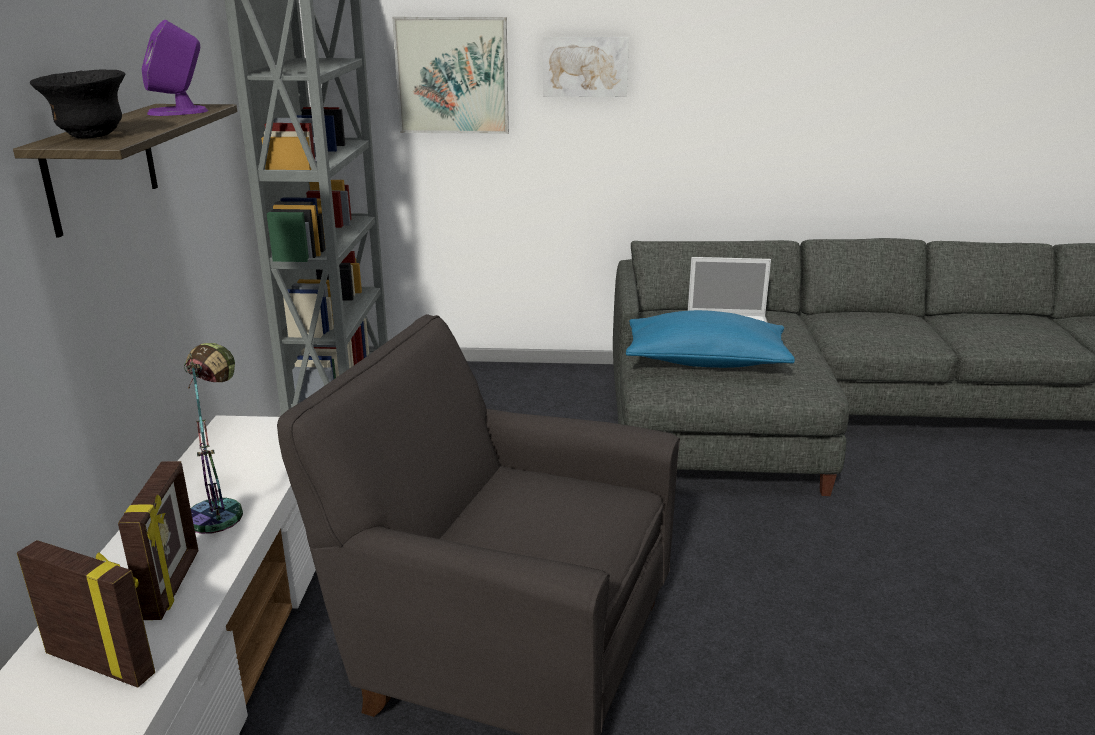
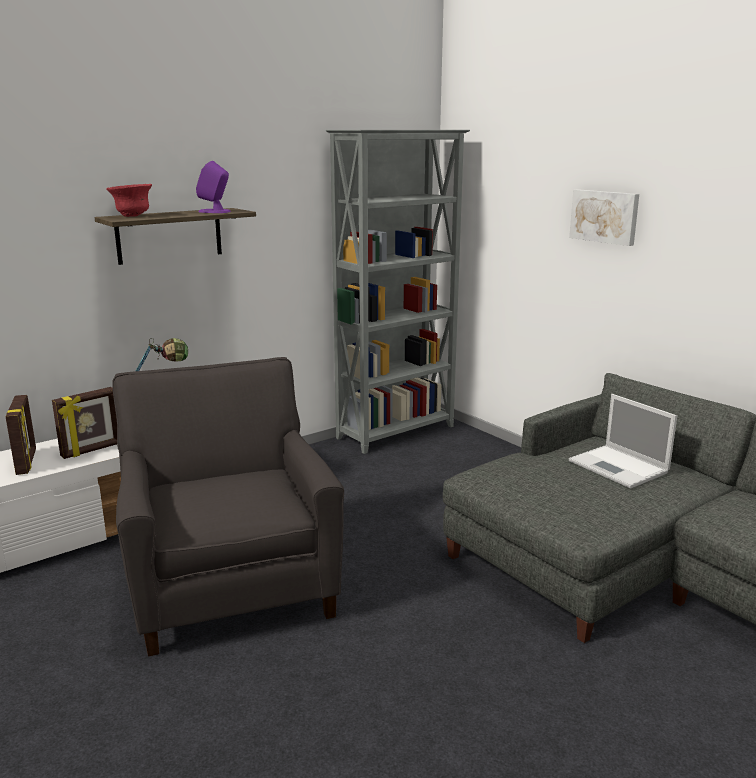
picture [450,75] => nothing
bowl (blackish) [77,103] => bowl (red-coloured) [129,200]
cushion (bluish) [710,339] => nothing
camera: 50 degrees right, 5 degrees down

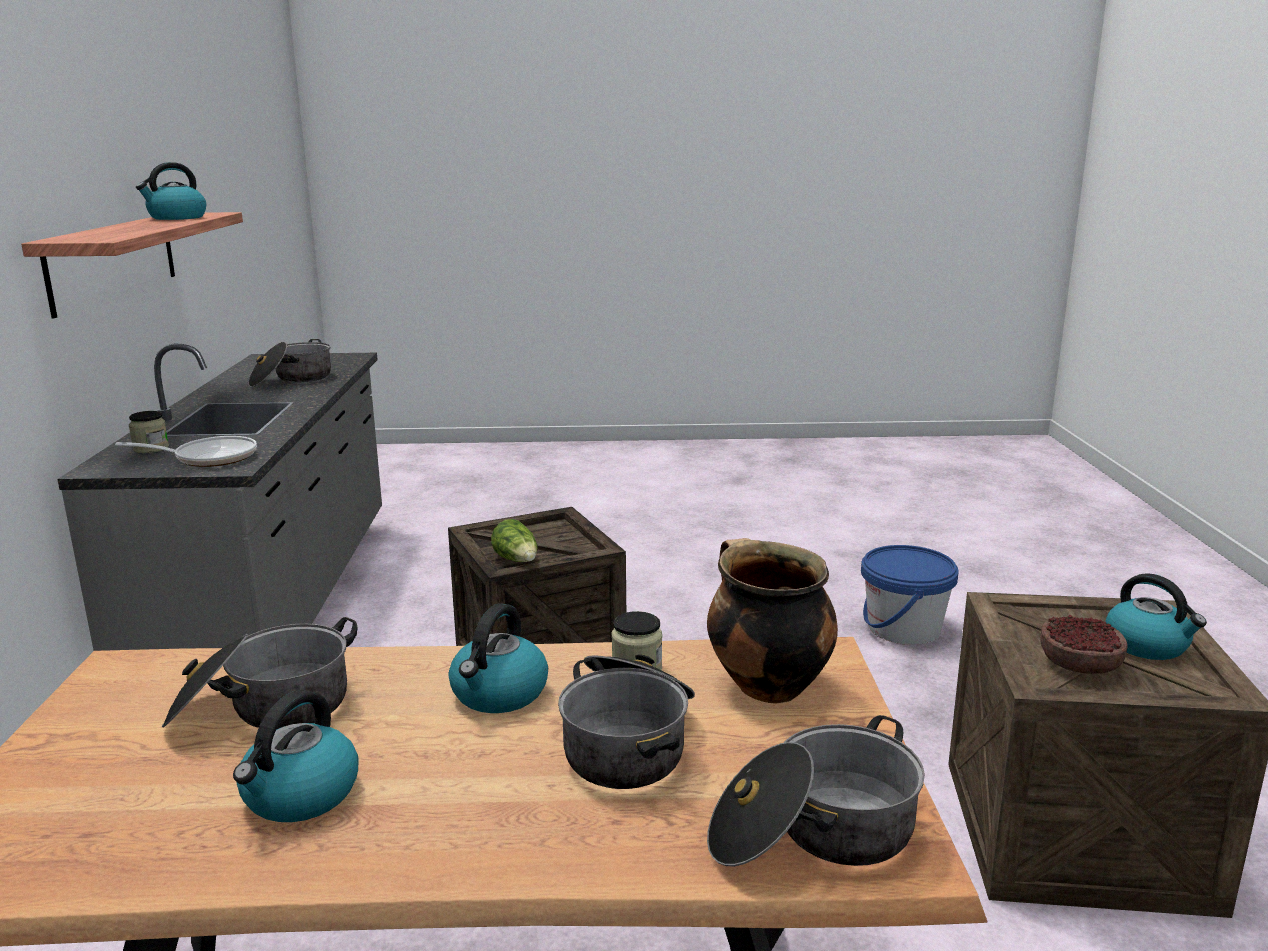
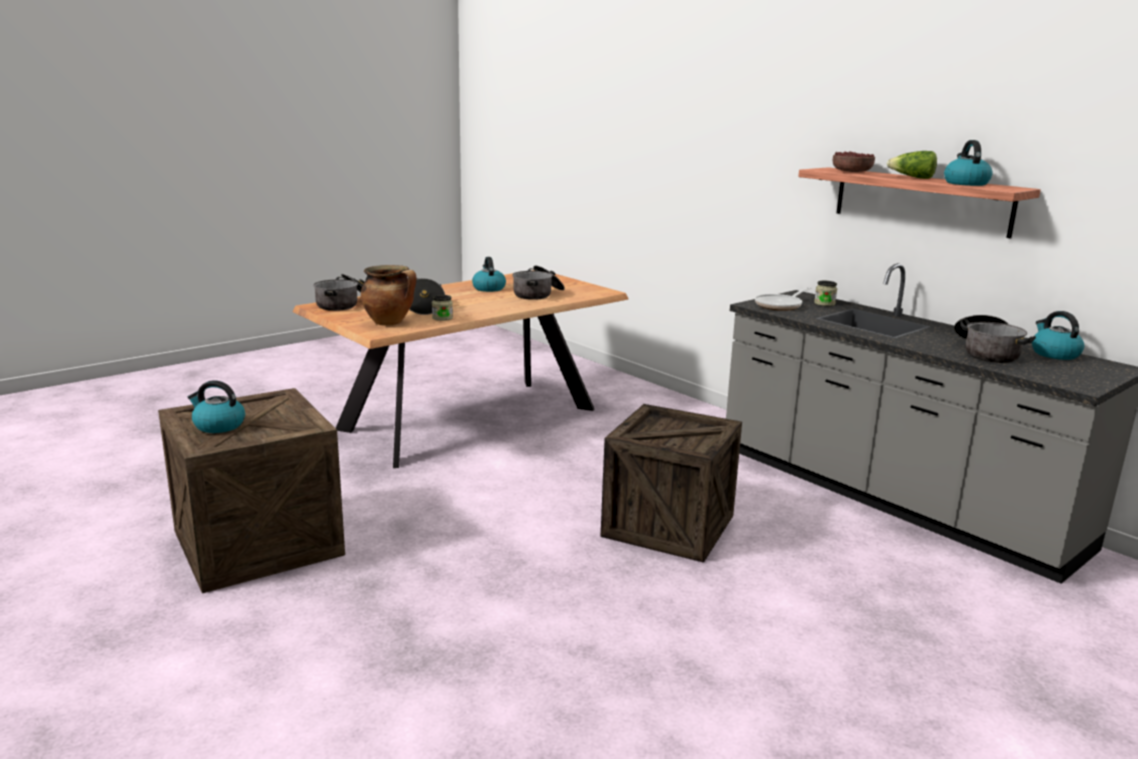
head of lettuce [514,540] => head of lettuce [912,165], move
bucket (bluish) [910,595] => nothing
kettle [498,658] => kettle [1058,335], move
bowl [1083,644] => bowl [854,161], move
camera: 140 degrees right, 0 degrees up

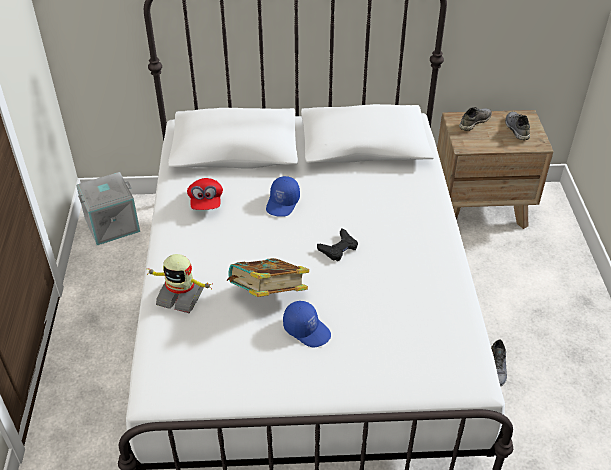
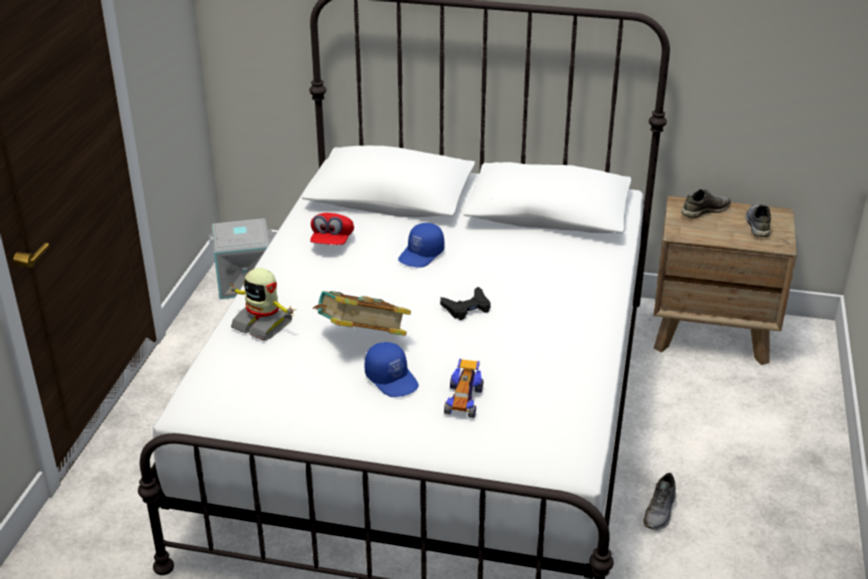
nothing => toy car [463,388]
camera: 15 degrees right, 10 degrees down

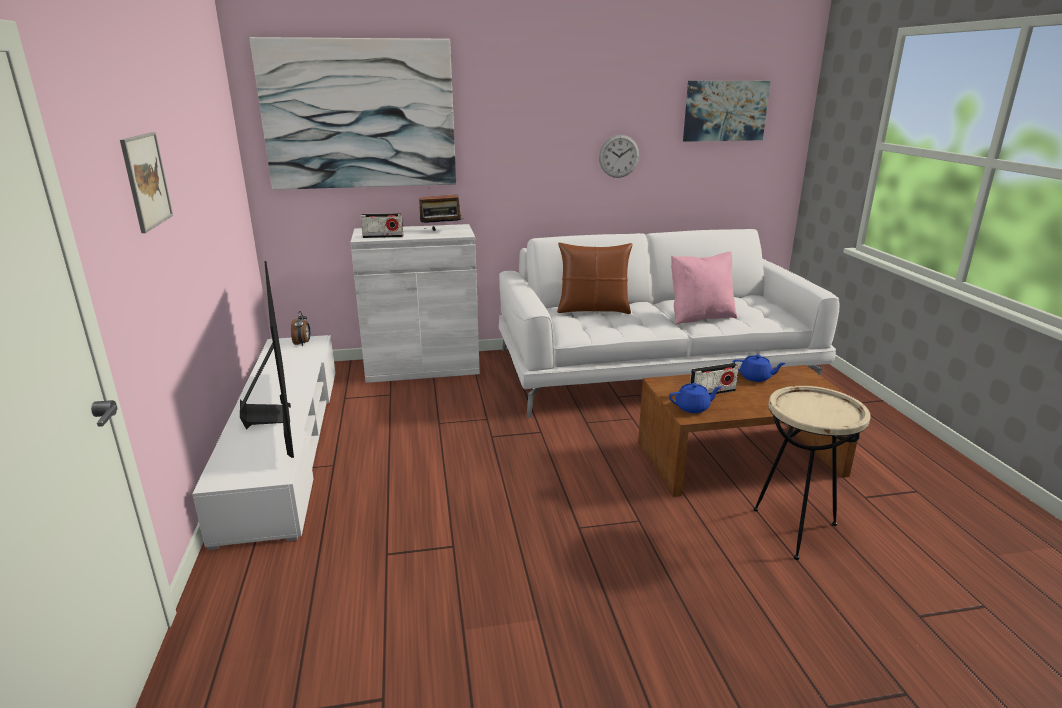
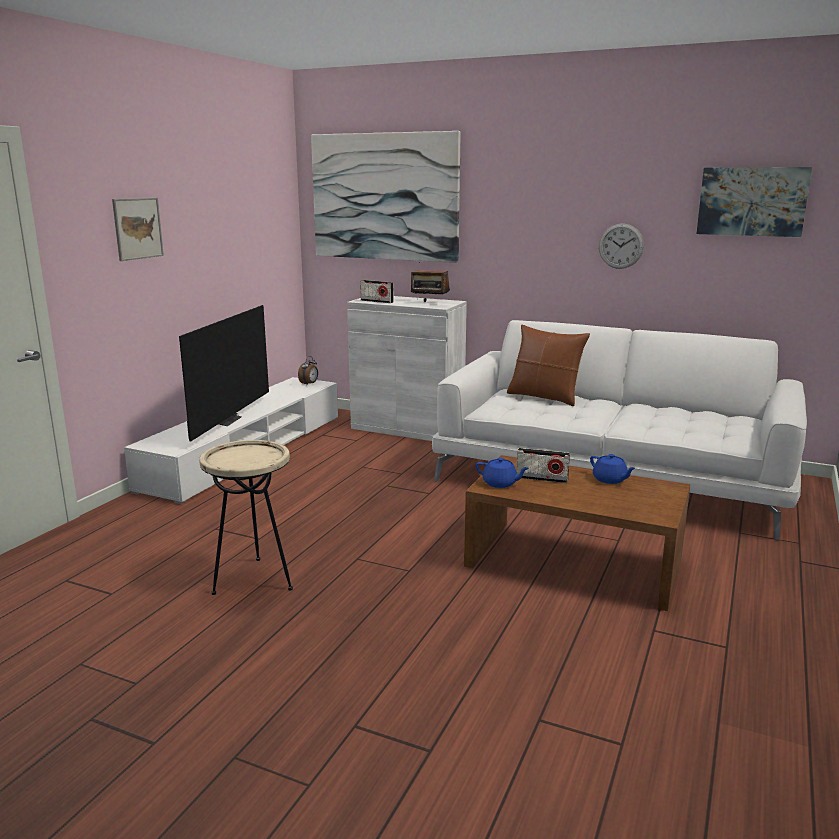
cushion (pink) [704,288] => nothing
accent table (beige-coloured) [812,473] => accent table (beige-coloured) [246,517], move
camera: 35 degrees right, 5 degrees down

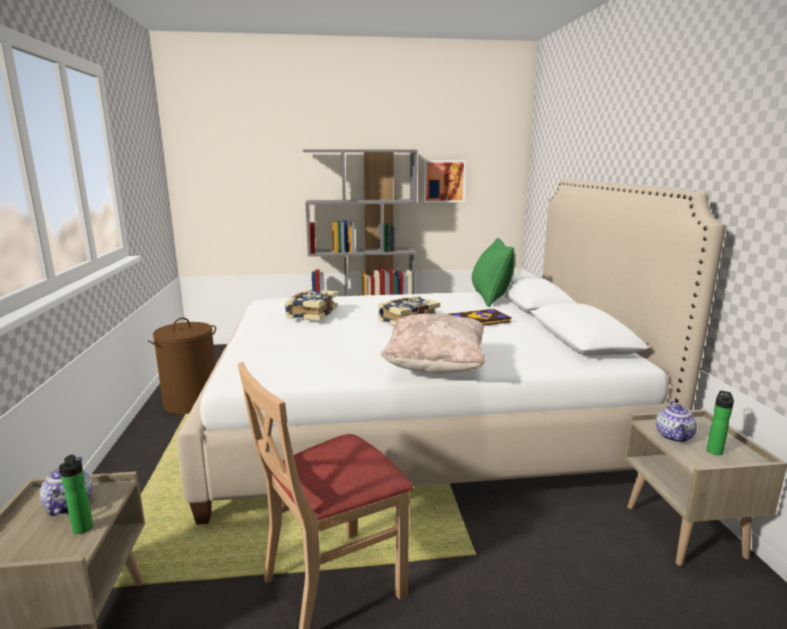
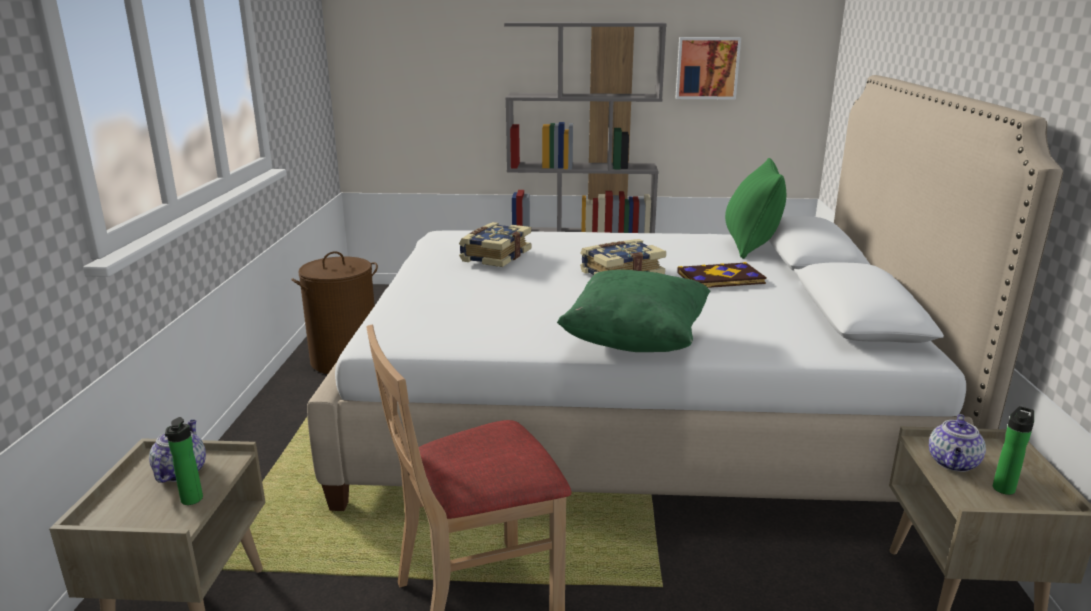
cushion (beige-coloured) [432,344] => cushion (greenish) [634,311]
camera: 10 degrees right, 5 degrees up

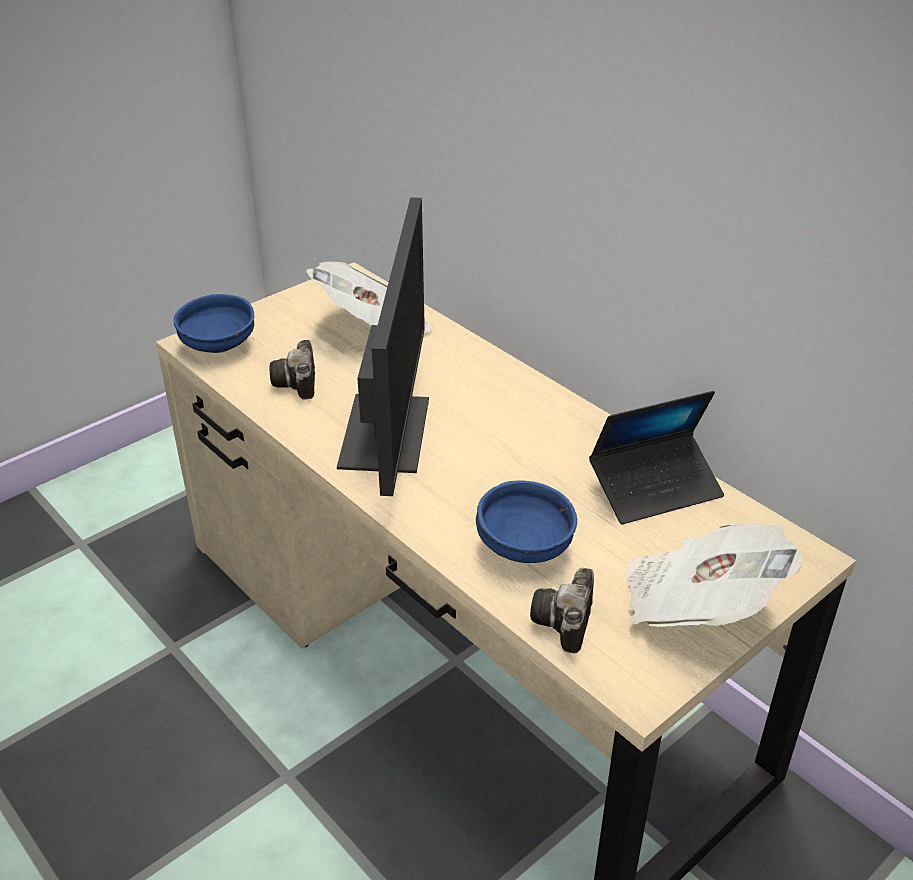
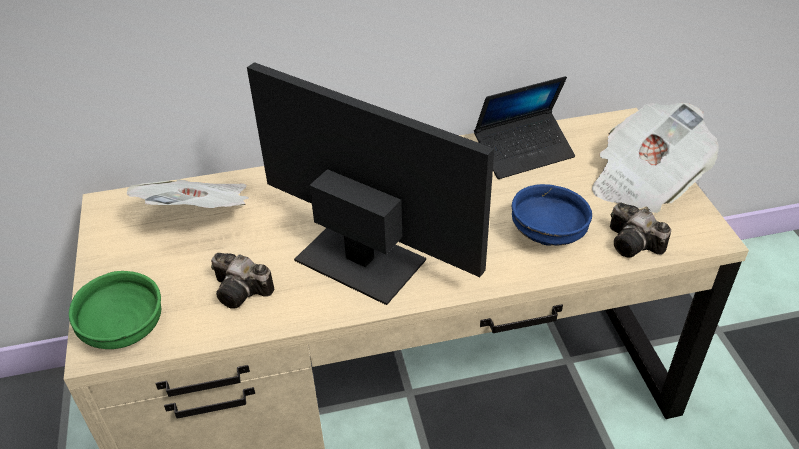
bowl (bluish) [214,323] => bowl (greenish) [115,310]
notebook computer [656,457] => notebook computer [524,127], 60 degrees clockwise
camera: 60 degrees left, 5 degrees up

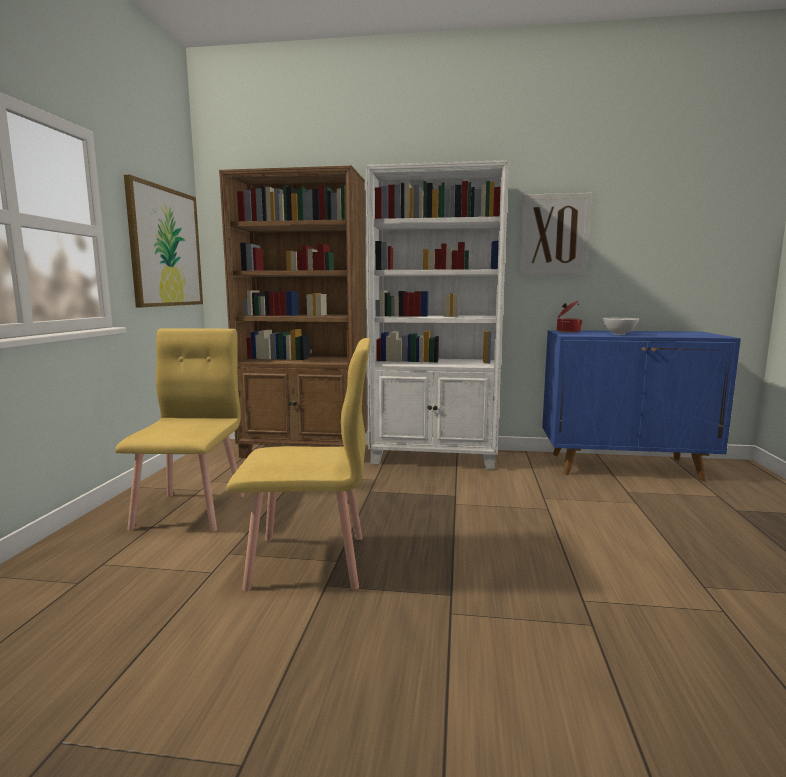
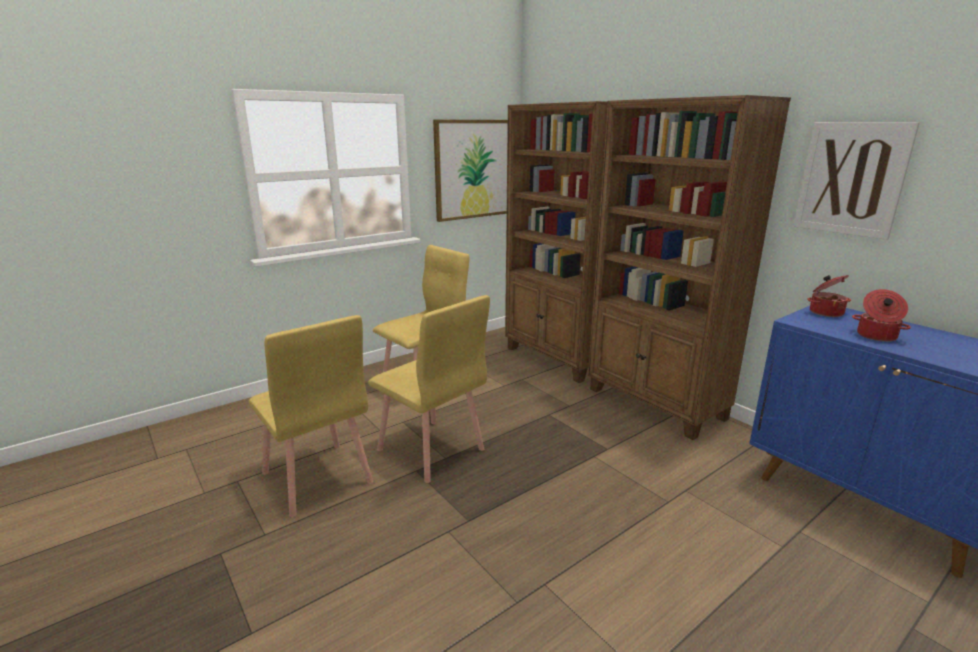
bookshelf (whitish) [437,314] => bookshelf (brown) [689,267]
bowl (whitish) [621,326] => stockpot [881,315]
nothing => plain chair (yellow-coloured) [311,416]
camera: 45 degrees right, 10 degrees up

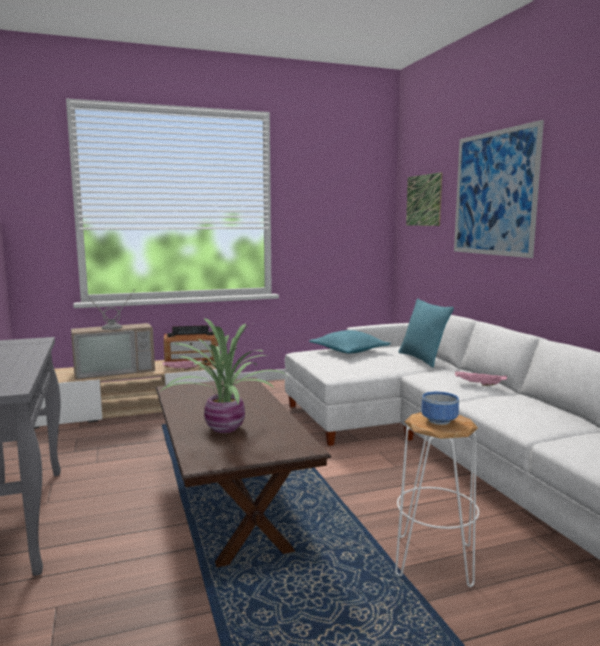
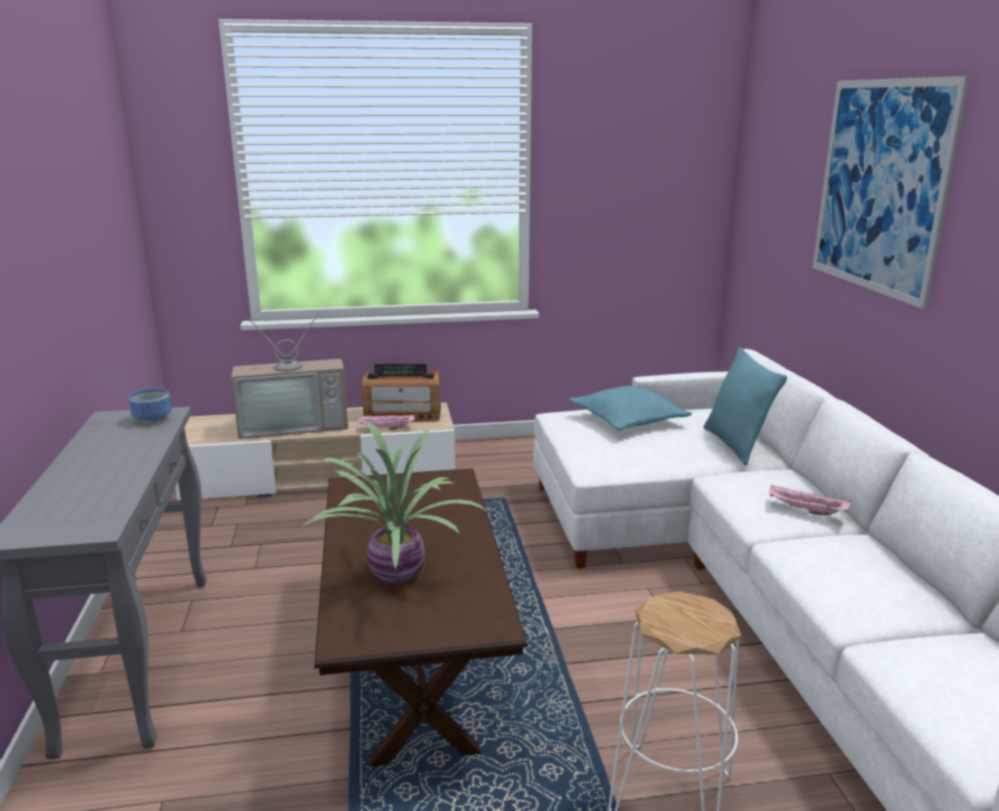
picture [424,199] => nothing
bowl [440,408] => bowl [150,405], move
camera: 10 degrees right, 10 degrees up

